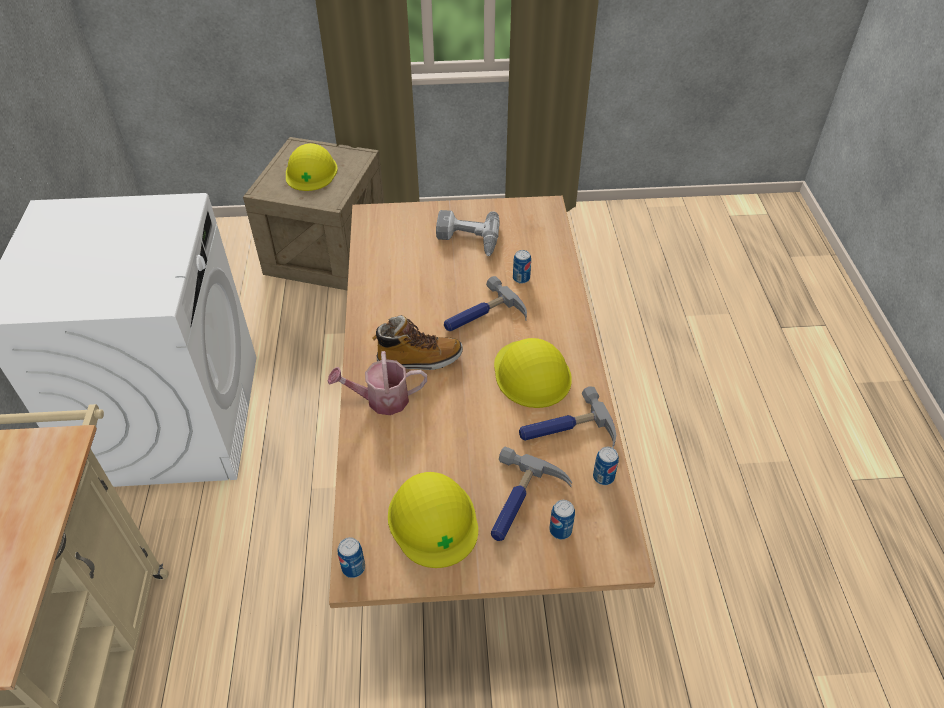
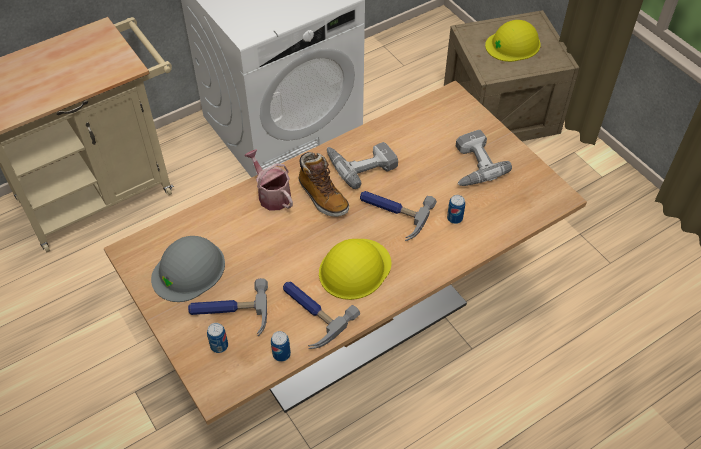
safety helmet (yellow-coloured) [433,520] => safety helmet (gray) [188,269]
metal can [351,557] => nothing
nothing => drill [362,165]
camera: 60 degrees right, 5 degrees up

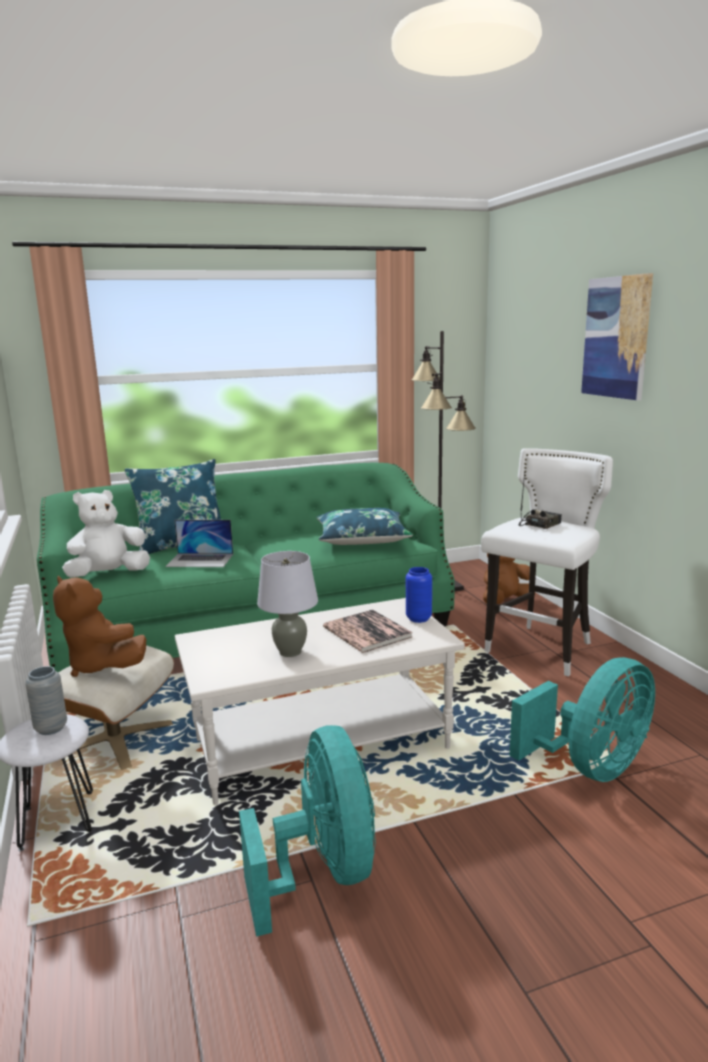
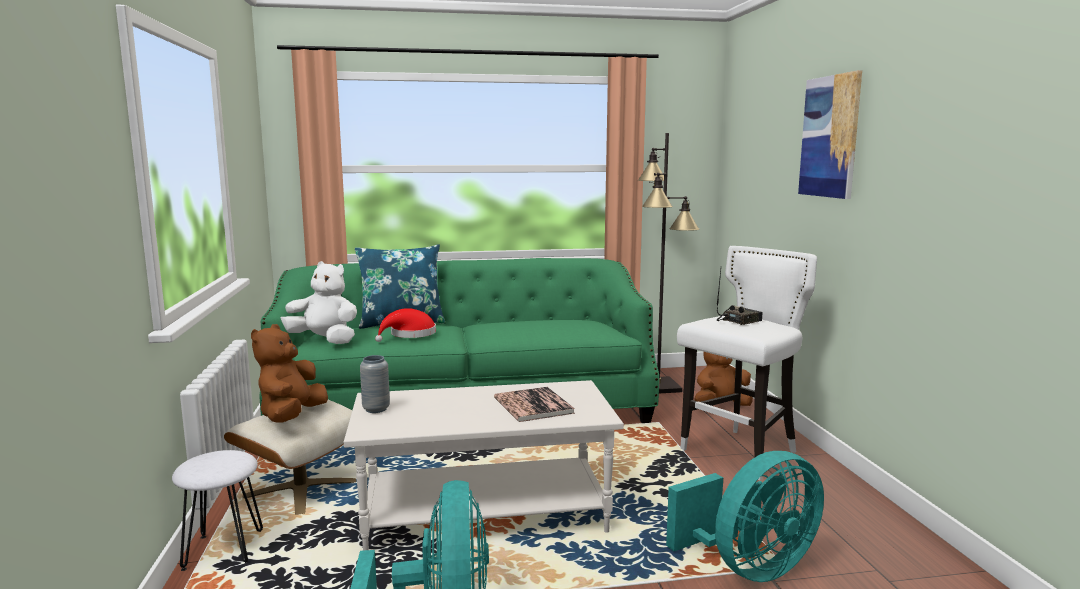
cuddly toy (whitish) [106,533] => cuddly toy (whitish) [319,302], 45 degrees clockwise
cushion (bluish) [364,526] => nothing
notebook computer [199,543] => hat (red-coloured) [405,325]
tabletop lamp (gray) [287,604] => nothing
vase (bluish) [419,595] => nothing
cuddly toy (brown) [99,626] => cuddly toy (brown) [289,373], 45 degrees clockwise
vase (gray) [46,700] => vase (gray) [375,384], move
camera: 10 degrees right, 5 degrees down

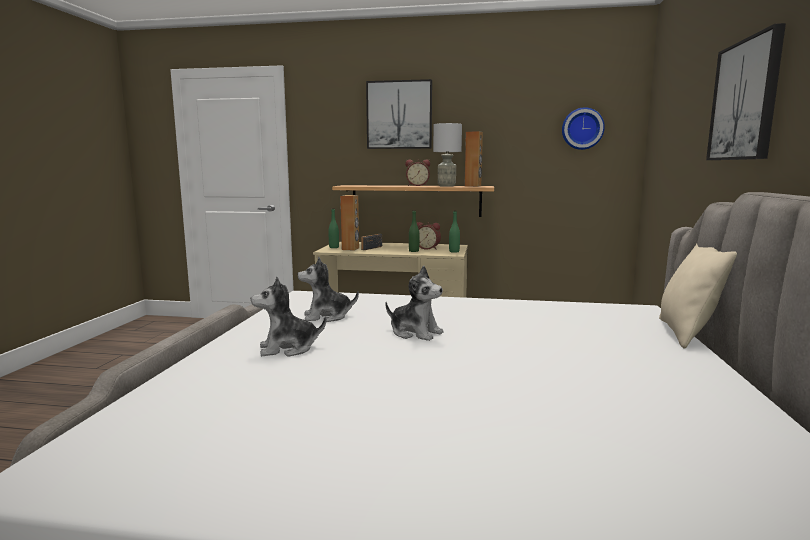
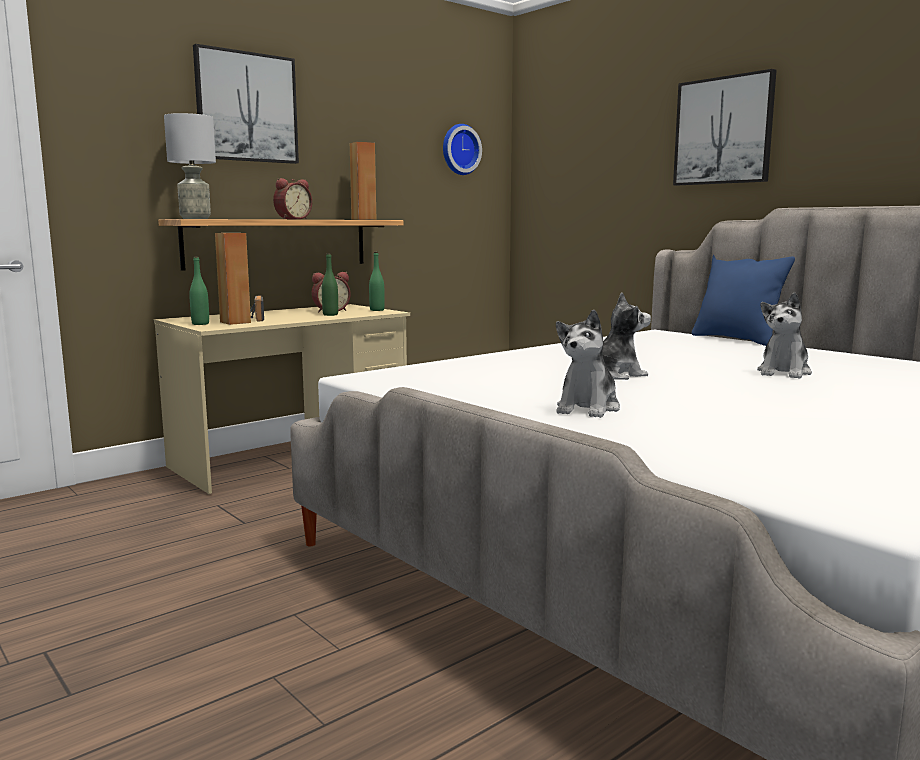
tabletop lamp (gray) [447,155] => tabletop lamp (gray) [190,166], move
cushion (beige-coloured) [698,296] => cushion (bluish) [743,300]
cuddly toy [328,289] => cuddly toy [784,336], move
camera: 50 degrees left, 0 degrees up

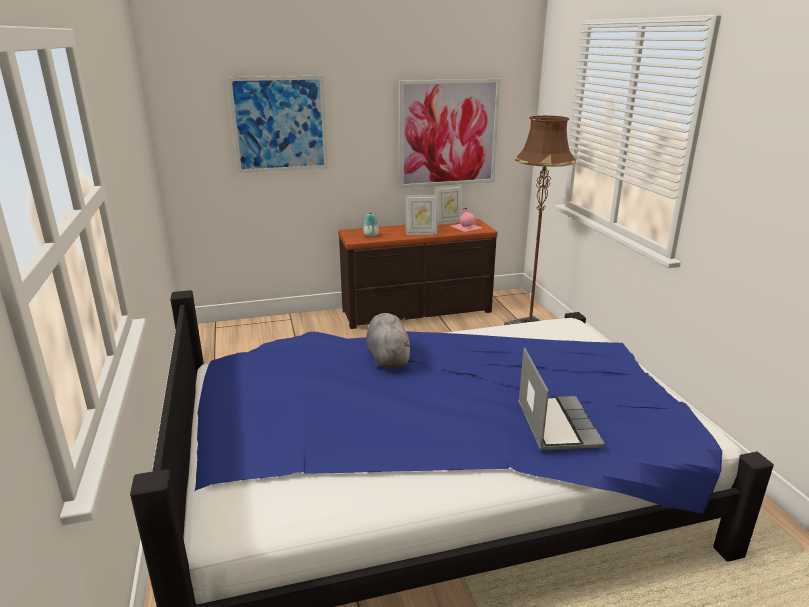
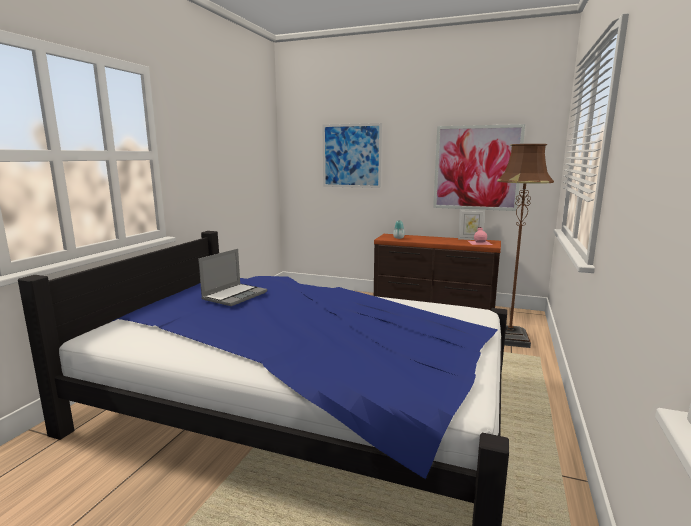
photo frame [421,215] => nothing
cuddly toy (gray) [388,340] => nothing
notebook computer [561,399] => notebook computer [232,277], move
camera: 35 degrees right, 10 degrees down

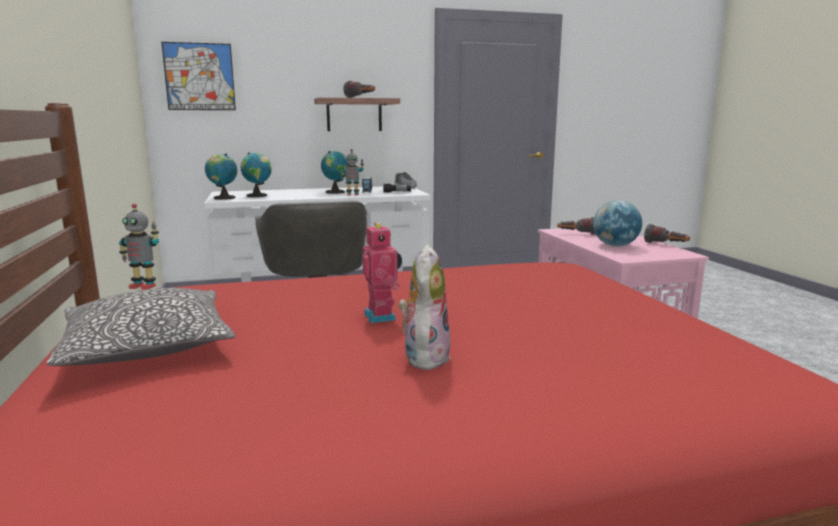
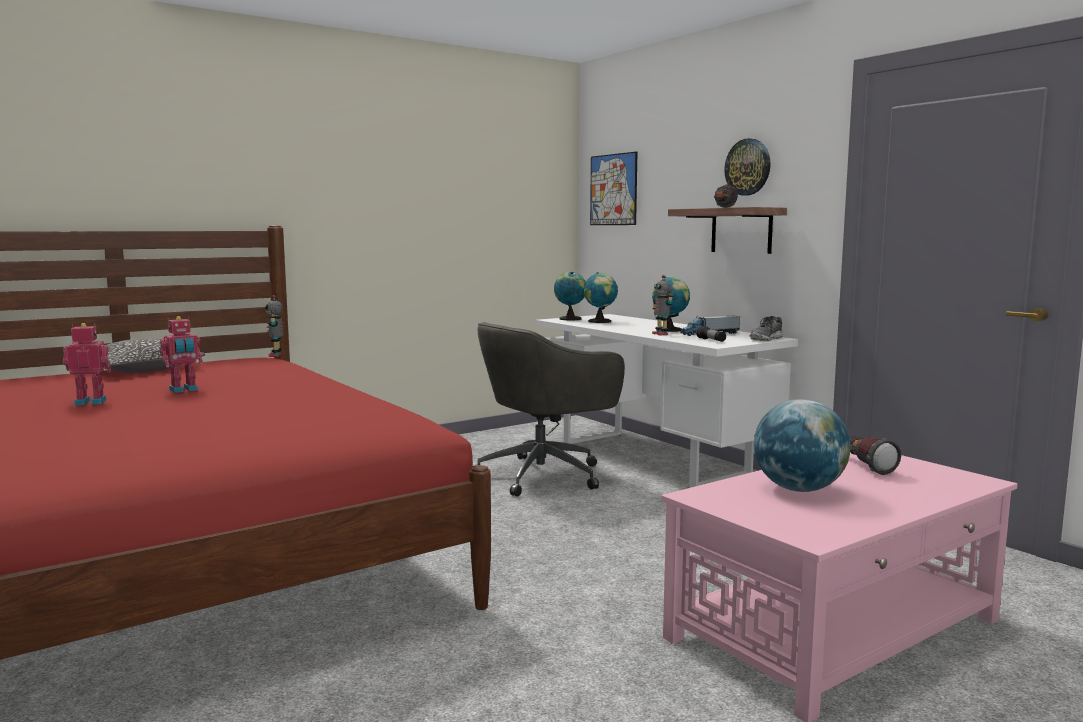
torch [667,233] => nothing
cuddly toy [424,307] => model robot [87,364]
nothing => hanging clock [747,167]
camera: 70 degrees right, 5 degrees down

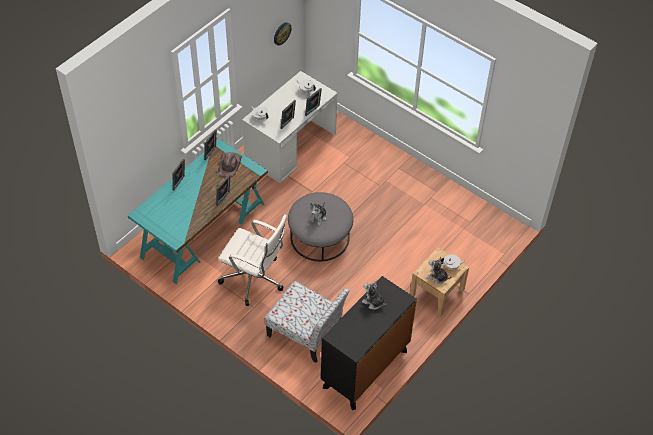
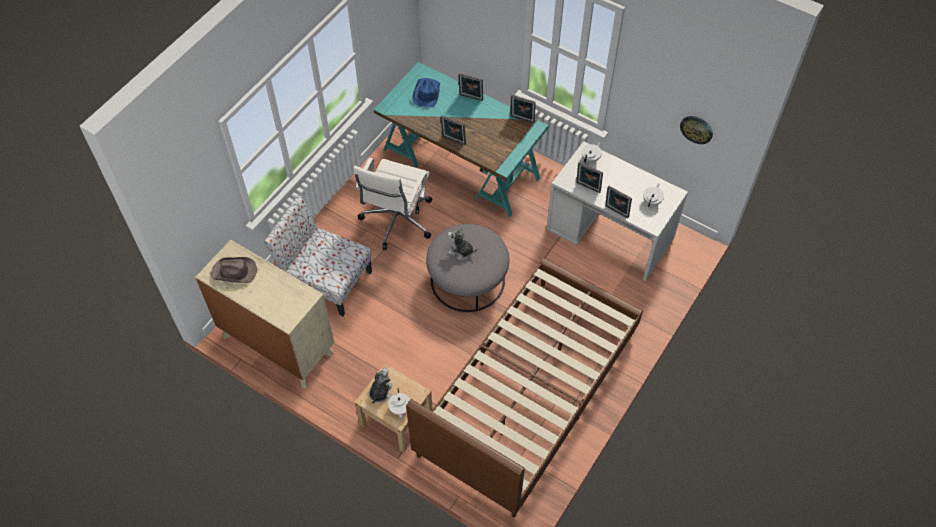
hat (brown) [230,164] => hat (brown) [234,270], move
drawer chest (blackish) [369,343] => drawer chest (beige-coloured) [264,314]
cuddly toy [374,295] => nothing
plain chair [307,322] => plain chair [318,255], 90 degrees clockwise
nothing => hat (bluish) [426,93]
nothing => sleeping bed (brown) [524,387]
camera: 85 degrees right, 5 degrees up

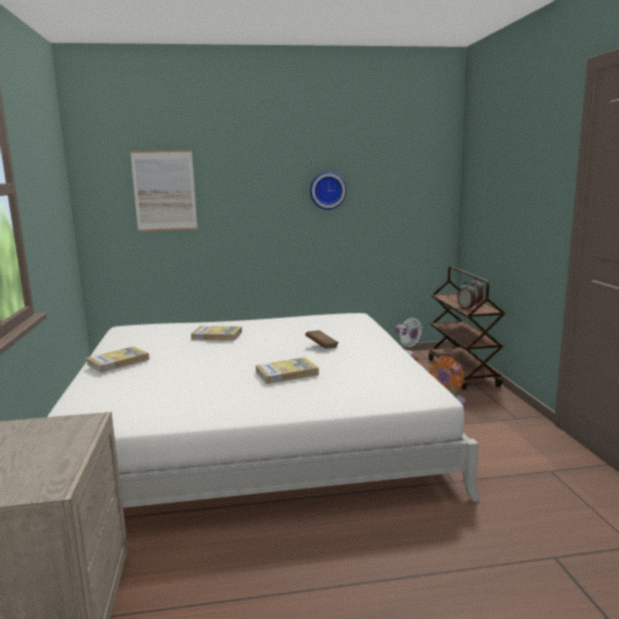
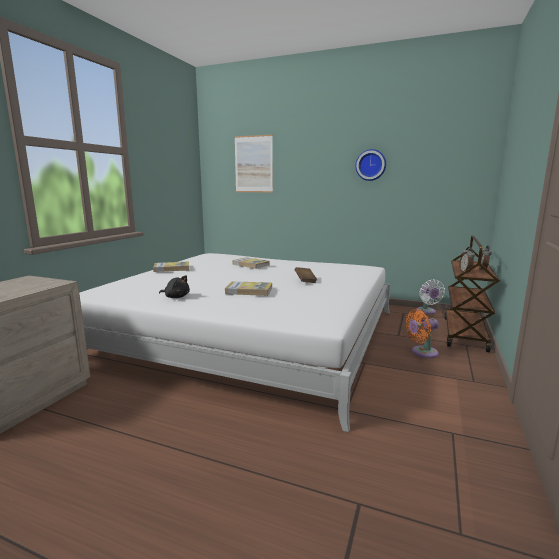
nothing => cuddly toy (blackish) [174,286]
camera: 30 degrees right, 0 degrees up

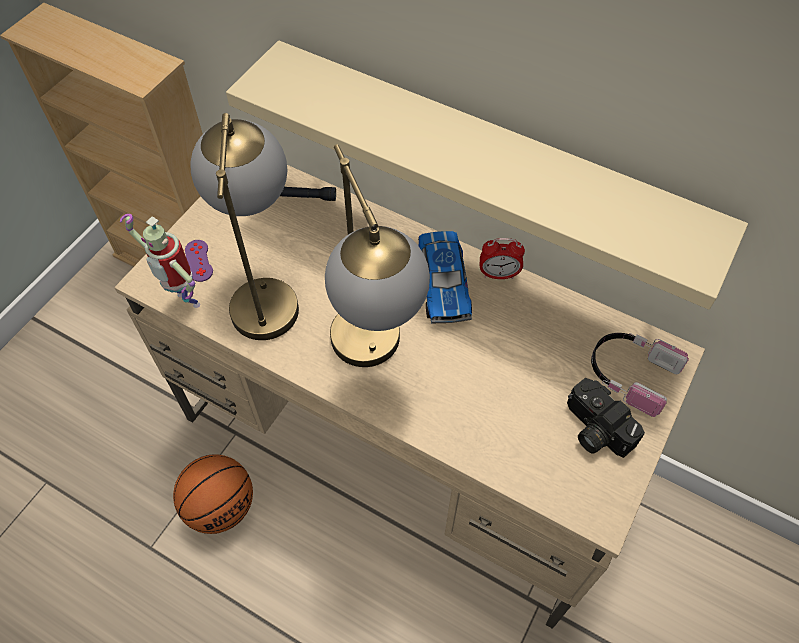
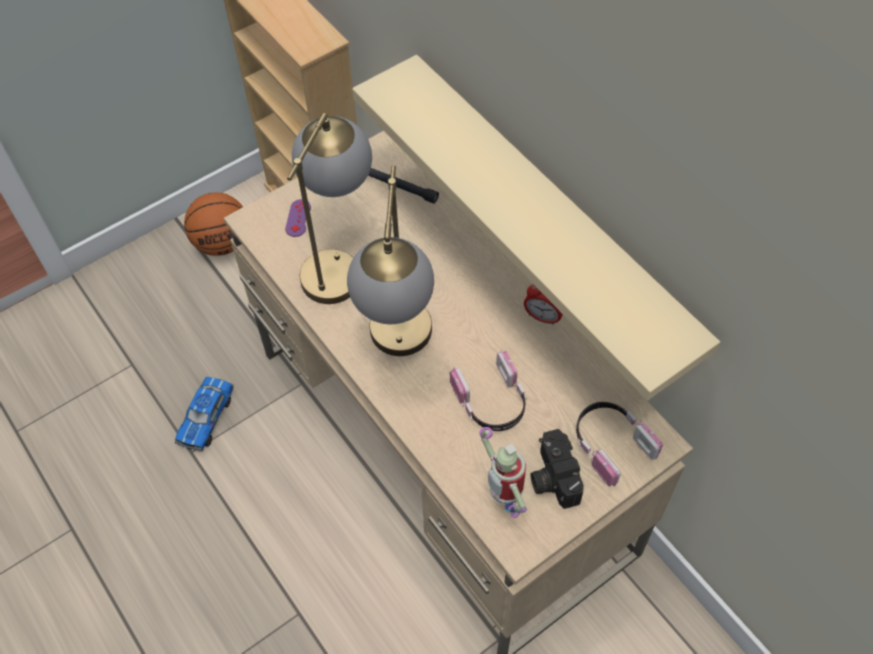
model robot [160,261] => model robot [503,472], move
toy car [445,277] => toy car [204,414], move
ball for basketball [213,494] => ball for basketball [213,224], move
nothing => headphones [488,390]
camera: 25 degrees right, 0 degrees up

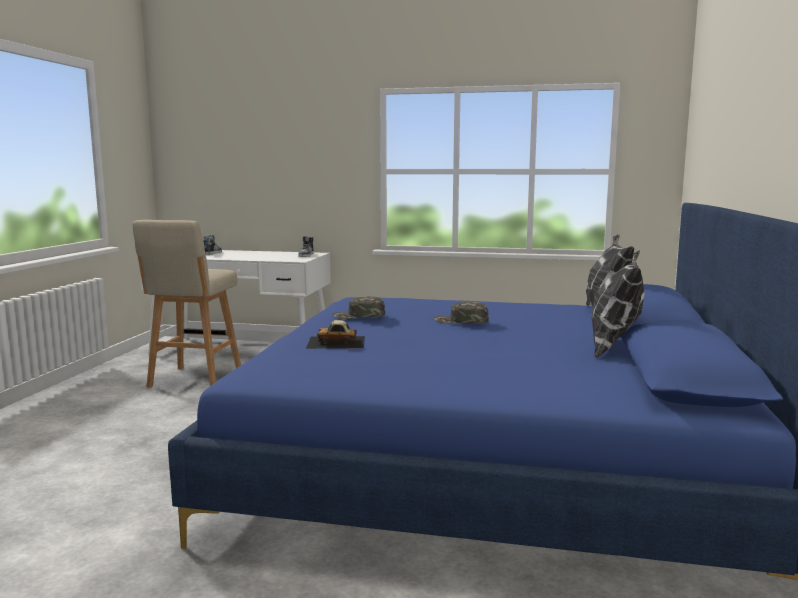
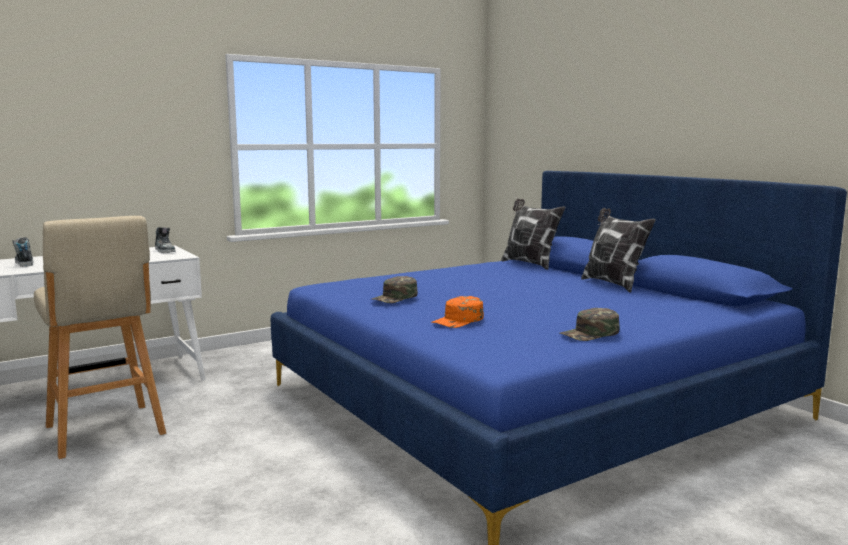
peaked cap (greenish) [461,312] => peaked cap (greenish) [589,324], move
toy car [335,334] => peaked cap (orange-coloured) [457,312]
camera: 45 degrees left, 0 degrees up

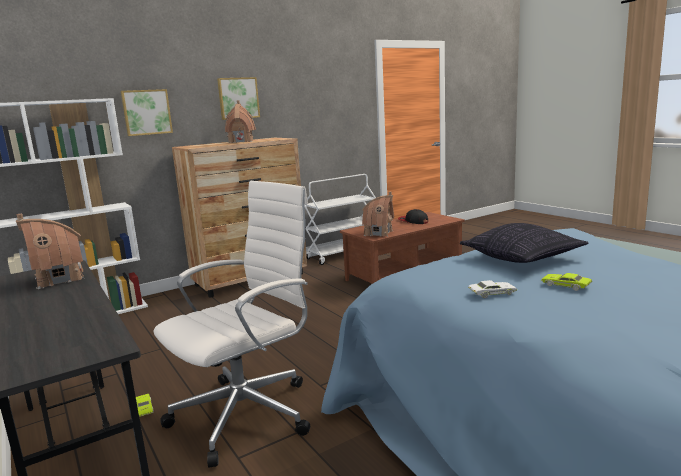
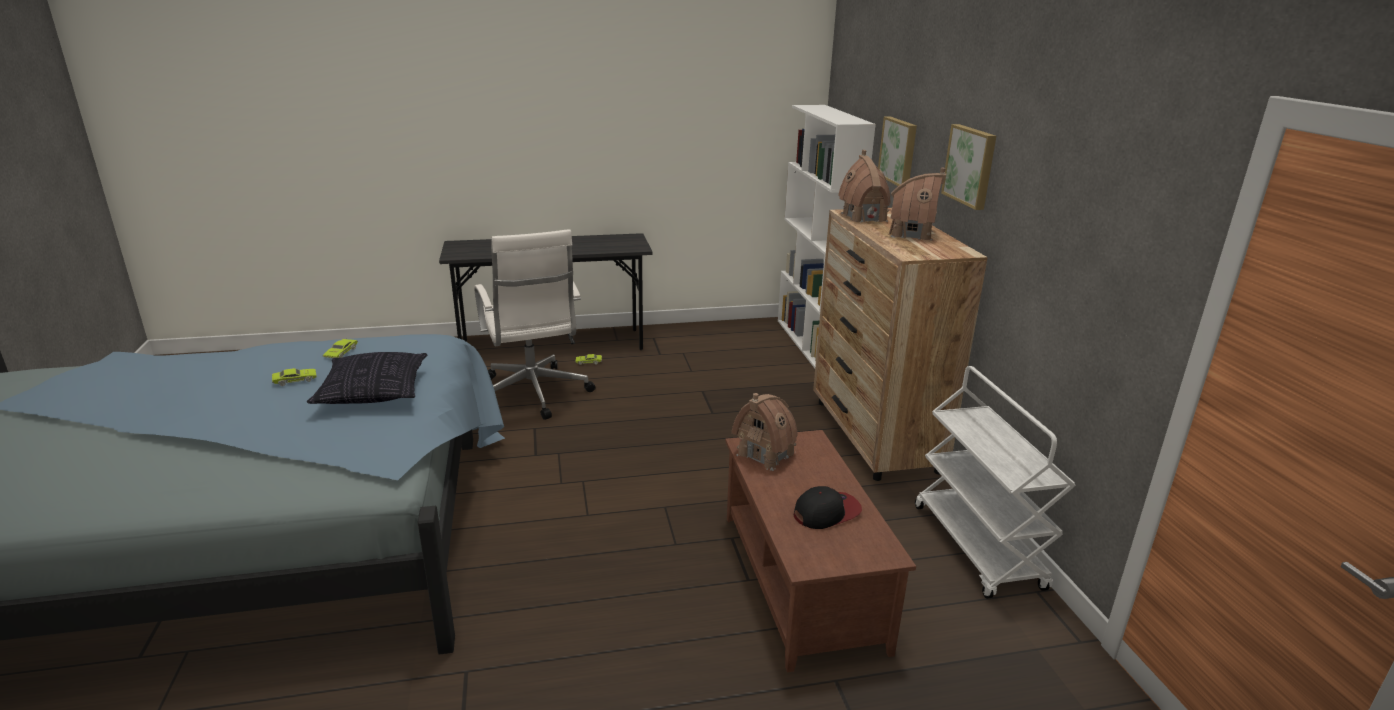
toy house [50,251] => toy house [864,186], move
toy car (whitish) [492,289] => toy car (greenish) [340,348]
camera: 110 degrees right, 10 degrees up

